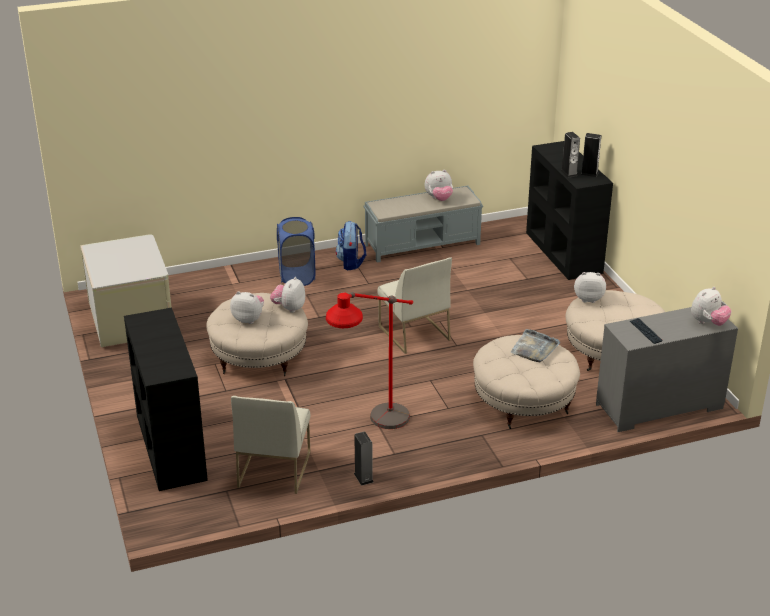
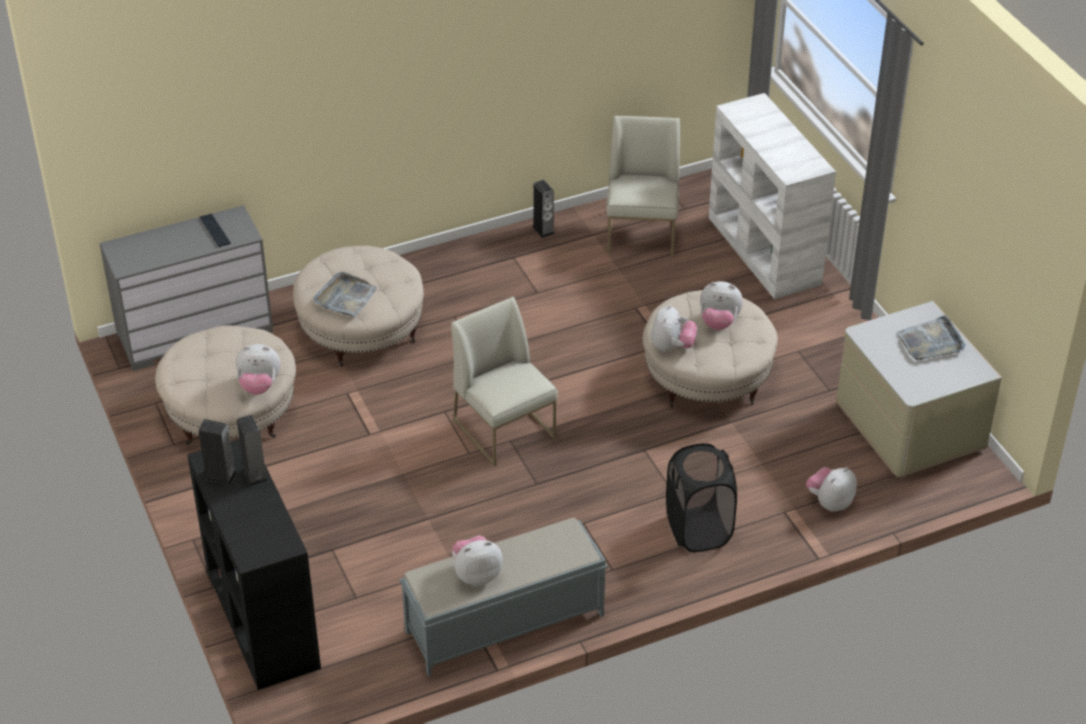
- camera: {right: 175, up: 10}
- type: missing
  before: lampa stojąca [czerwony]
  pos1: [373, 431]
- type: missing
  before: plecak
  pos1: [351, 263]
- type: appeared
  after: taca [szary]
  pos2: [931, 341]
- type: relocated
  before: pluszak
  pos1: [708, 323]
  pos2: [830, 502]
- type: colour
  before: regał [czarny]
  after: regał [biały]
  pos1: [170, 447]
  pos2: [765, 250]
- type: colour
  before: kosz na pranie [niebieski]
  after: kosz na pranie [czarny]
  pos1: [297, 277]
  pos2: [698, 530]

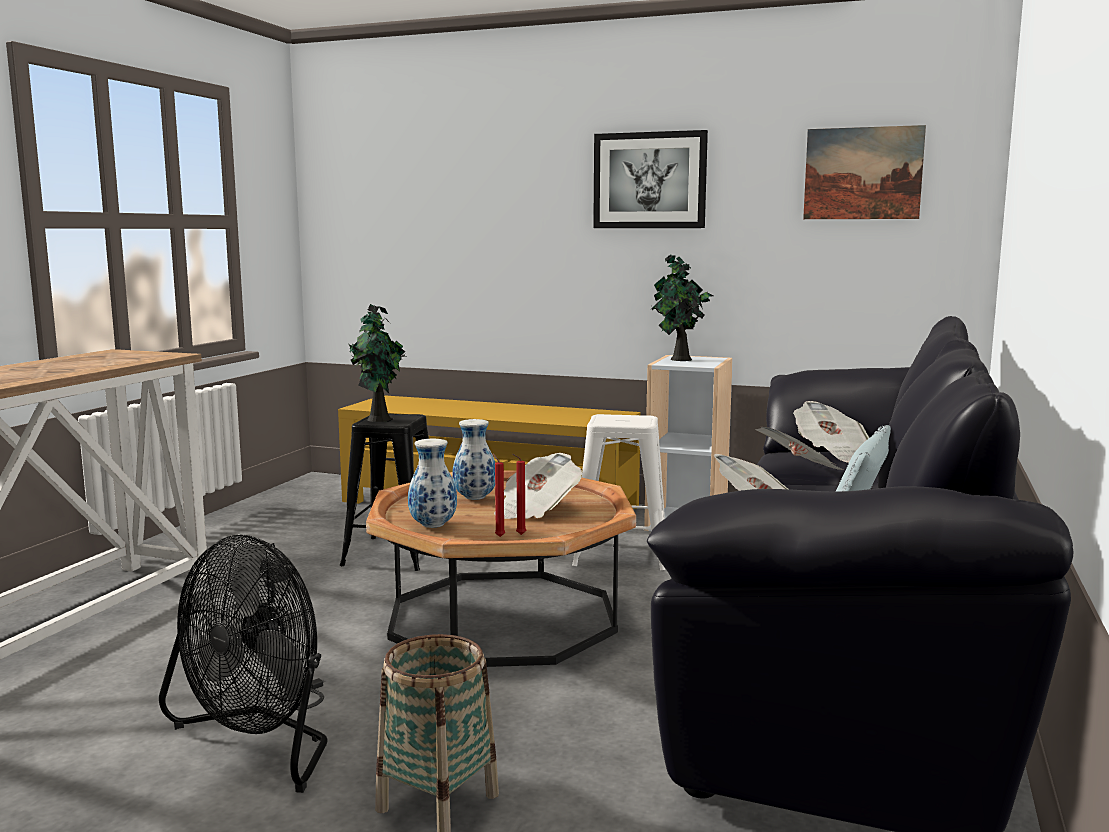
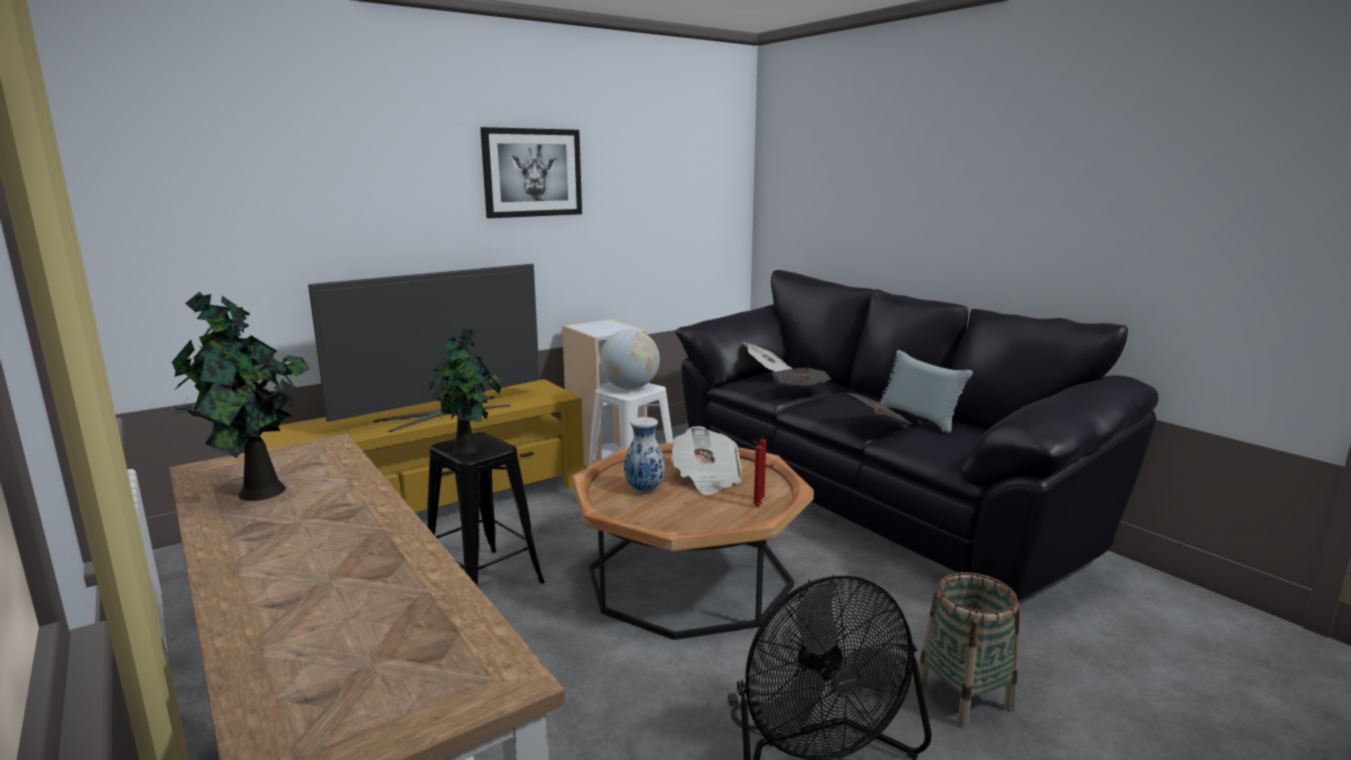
- camera: {right: -55, up: 5}
- type: missing
  before: wazon
  pos1: [434, 526]
- type: missing
  before: obraz
  pos1: [862, 173]
- type: appeared
  after: telewizor
  pos2: [444, 413]
- type: appeared
  after: globus
  pos2: [630, 387]
- type: relocated
  before: roślina doniczkowa
  pos1: [679, 359]
  pos2: [259, 493]

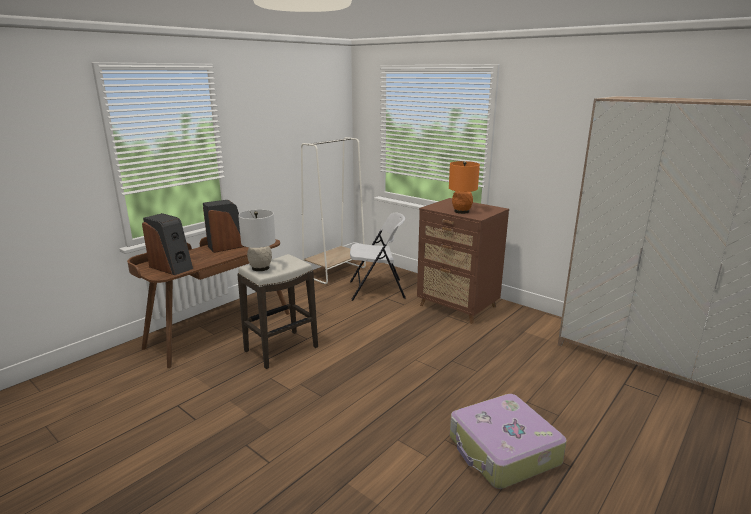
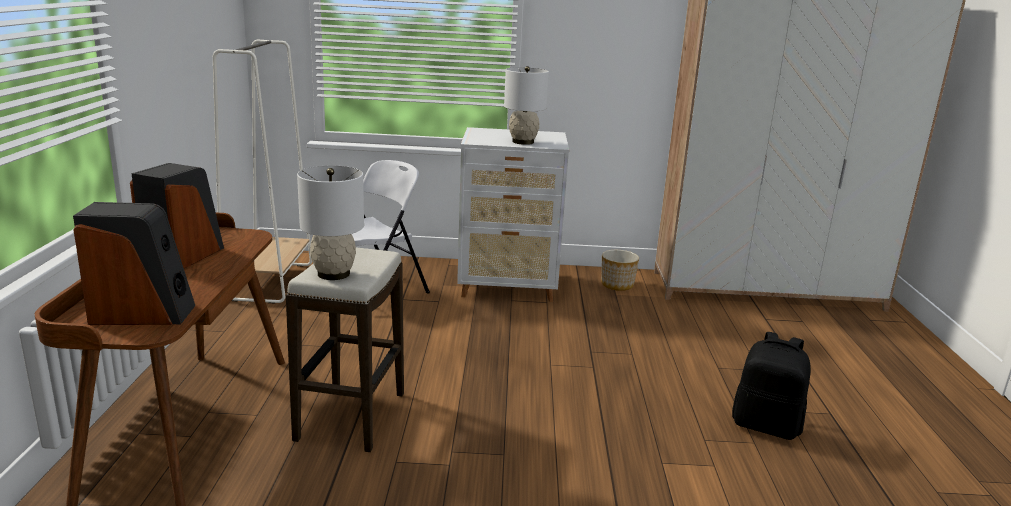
- camera: {right: -40, up: 0}
- type: appeared
  after: donica
  pos2: [617, 284]
- type: exchanged
  before: walizka
  after: plecak [czarny]
  pos1: [503, 451]
  pos2: [766, 426]
- type: colour
  before: komoda [brązowy]
  after: komoda [biały]
  pos1: [458, 306]
  pos2: [508, 285]
- type: colour
  before: lampa stołowa [pomarańczowy]
  after: lampa stołowa [biały]
  pos1: [461, 211]
  pos2: [523, 142]

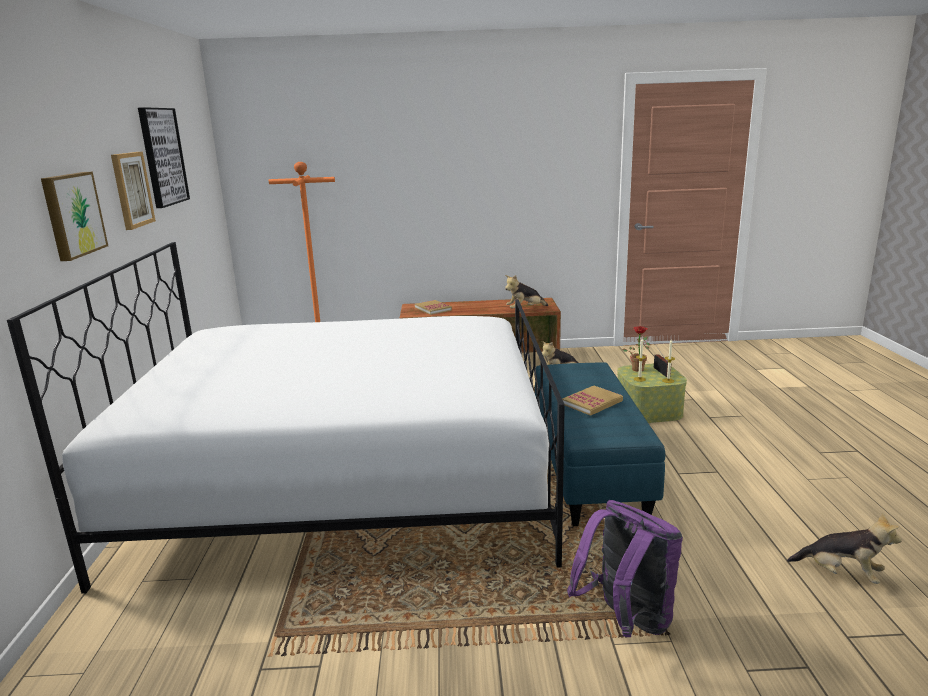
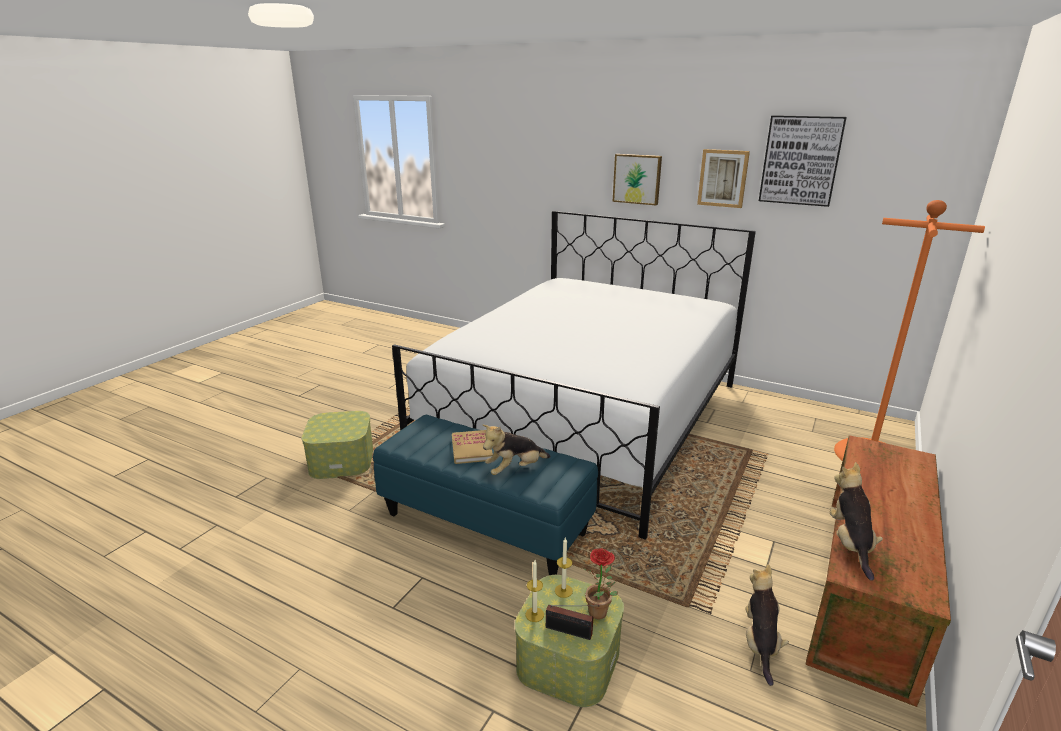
- camera: {right: 120, up: 5}
- type: missing
  before: książka
  pos1: [433, 309]
- type: relocated
  before: pluszak
  pos1: [841, 574]
  pos2: [515, 469]
- type: exchanged
  before: plecak [fioletowy]
  after: pojemnik do przechowywania
  pos1: [626, 621]
  pos2: [342, 460]

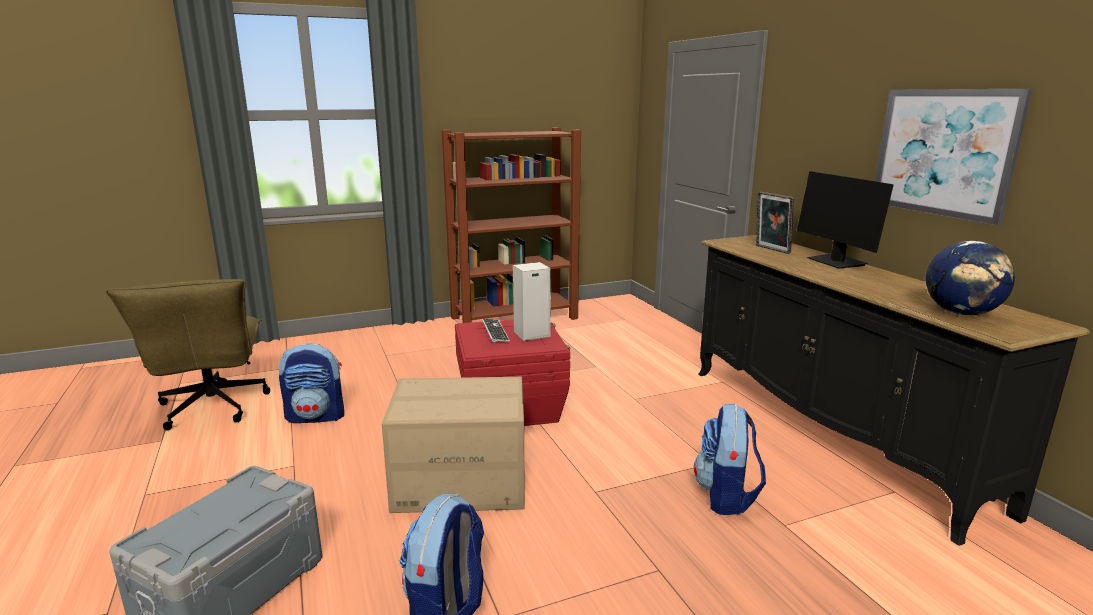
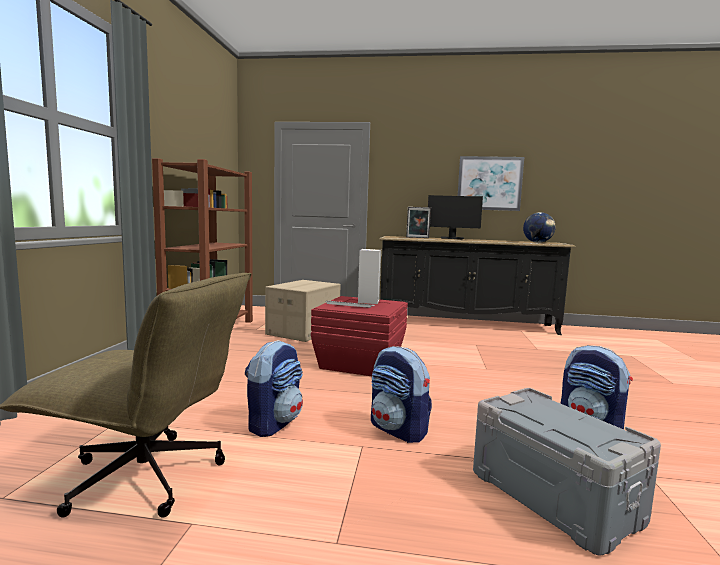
- camera: {right: -60, up: -10}
- type: relocated
  before: karton
  pos1: [461, 482]
  pos2: [303, 331]
- type: relocated
  before: plecak
  pos1: [726, 496]
  pos2: [398, 430]

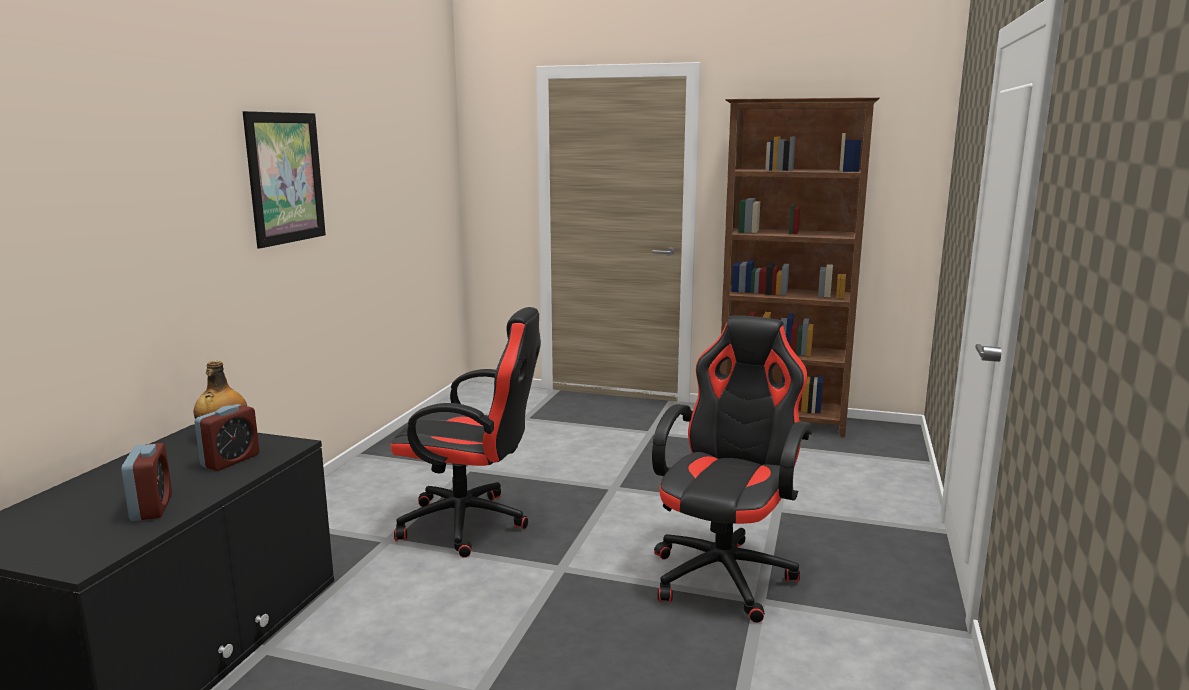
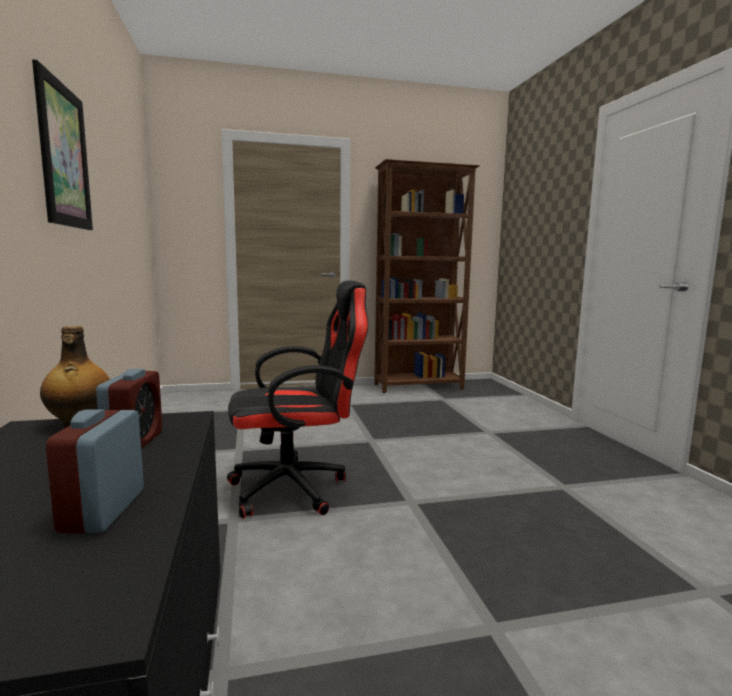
- camera: {right: -30, up: -5}
- type: missing
  before: krzesło biurowe [czarny]
  pos1: [726, 573]
- type: spun
  before: budzik
  pos1: [152, 508]
  pos2: [103, 510]
  turn: -135

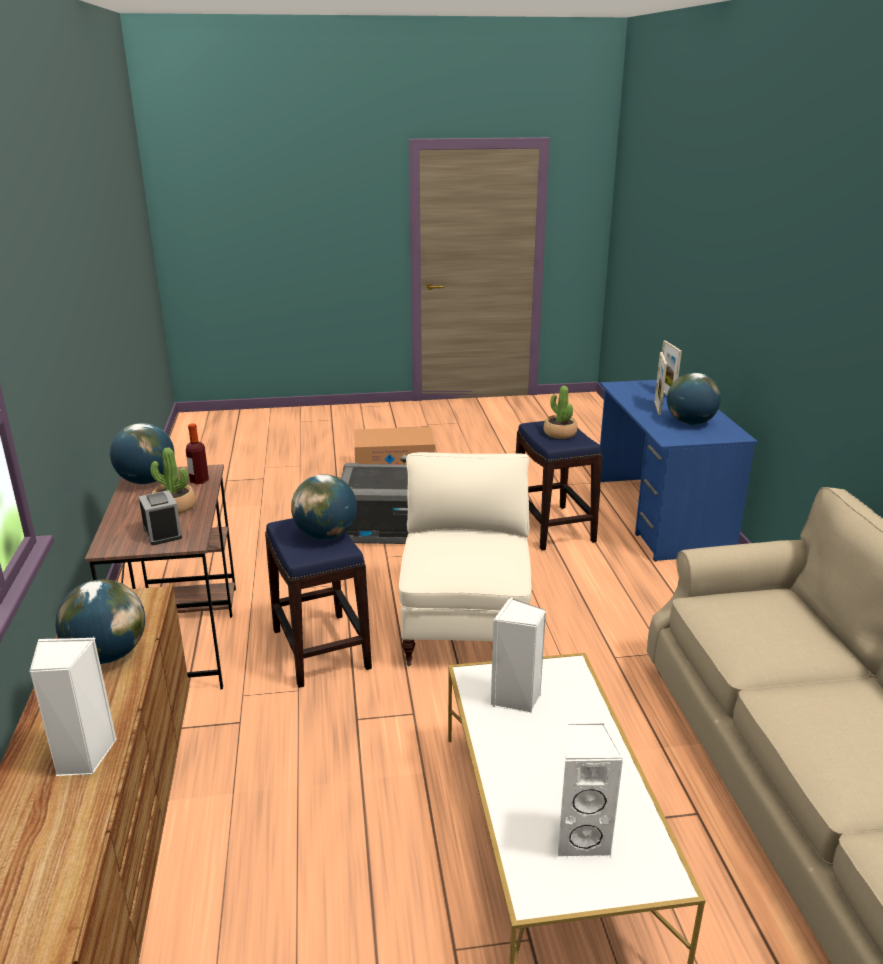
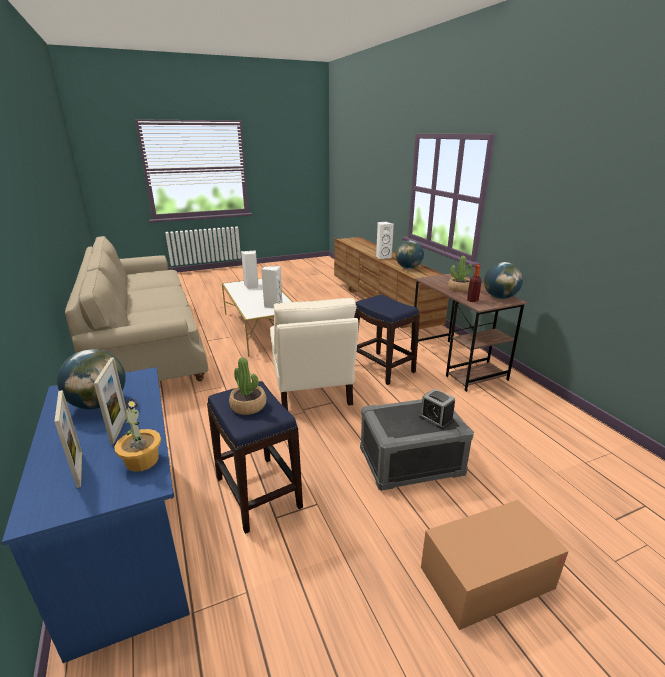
- camera: {right: 165, up: 0}
- type: missing
  before: globus
  pos1: [326, 535]
- type: appeared
  after: roślina doniczkowa
  pos2: [142, 460]
- type: relocated
  before: budzik
  pos1: [162, 533]
  pos2: [436, 418]

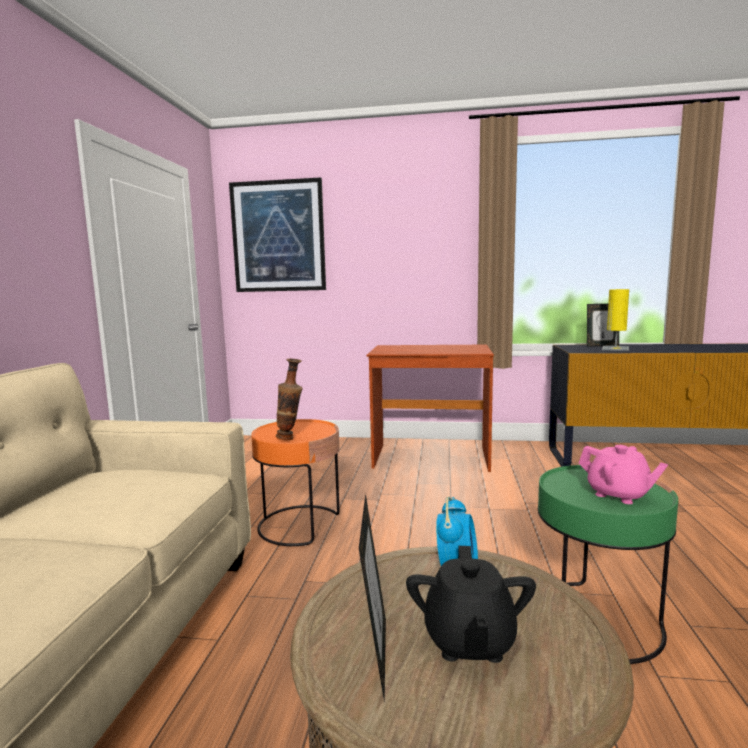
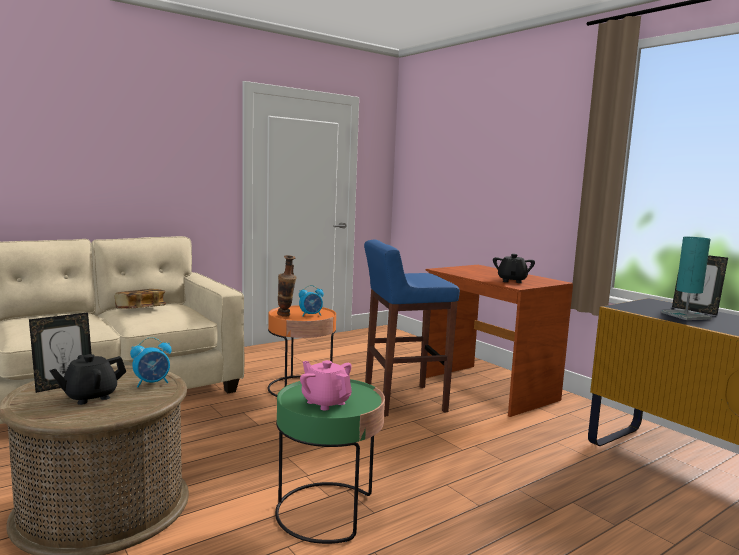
- camera: {right: 45, up: 0}
- type: missing
  before: obraz
  pos1: [278, 236]
- type: appeared
  after: książka
  pos2: [140, 309]
- type: appeared
  after: budzik
  pos2: [311, 315]
- type: appeared
  after: stołek [niebieski]
  pos2: [402, 400]
- type: appeared
  after: imbryk [czarny]
  pos2: [512, 281]
- type: colour
  before: lampa stołowa [żółty]
  after: lampa stołowa [turkusowy]
  pos1: [615, 349]
  pos2: [686, 316]
- type: spun
  before: imbryk [różowy]
  pos1: [618, 494]
  pos2: [325, 402]
  turn: 135

